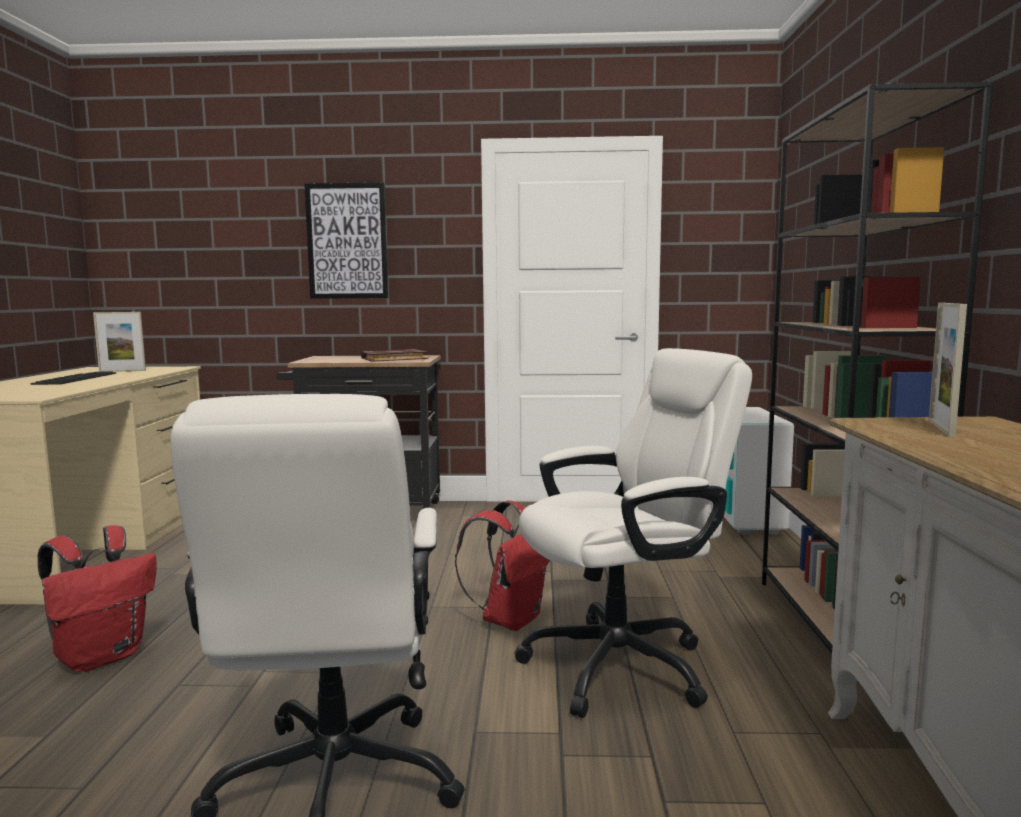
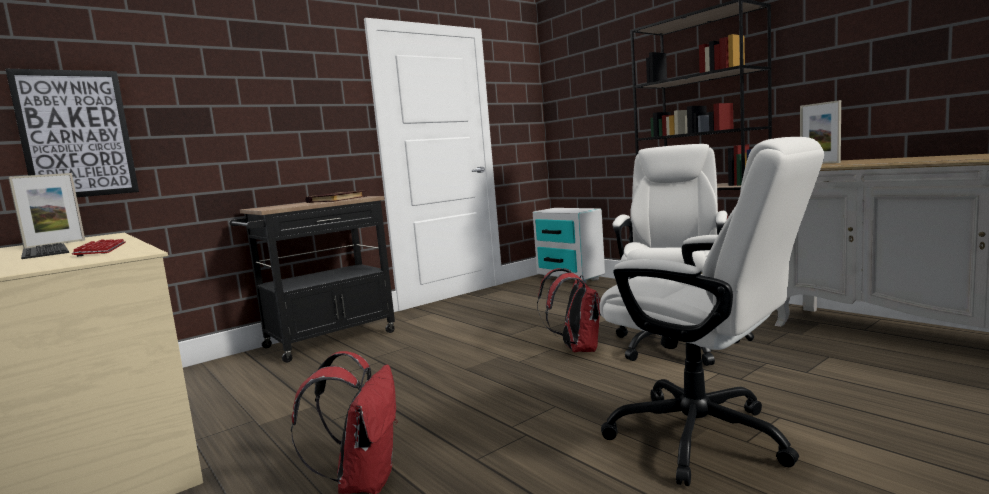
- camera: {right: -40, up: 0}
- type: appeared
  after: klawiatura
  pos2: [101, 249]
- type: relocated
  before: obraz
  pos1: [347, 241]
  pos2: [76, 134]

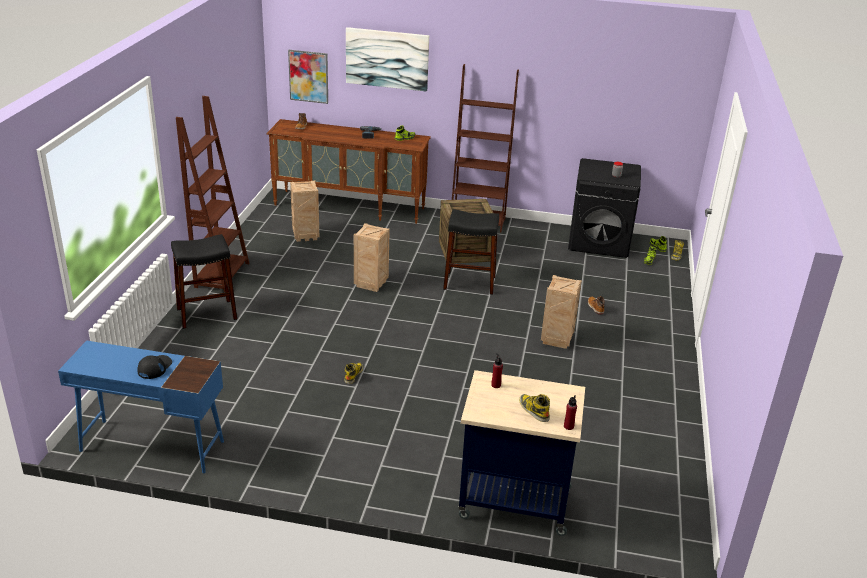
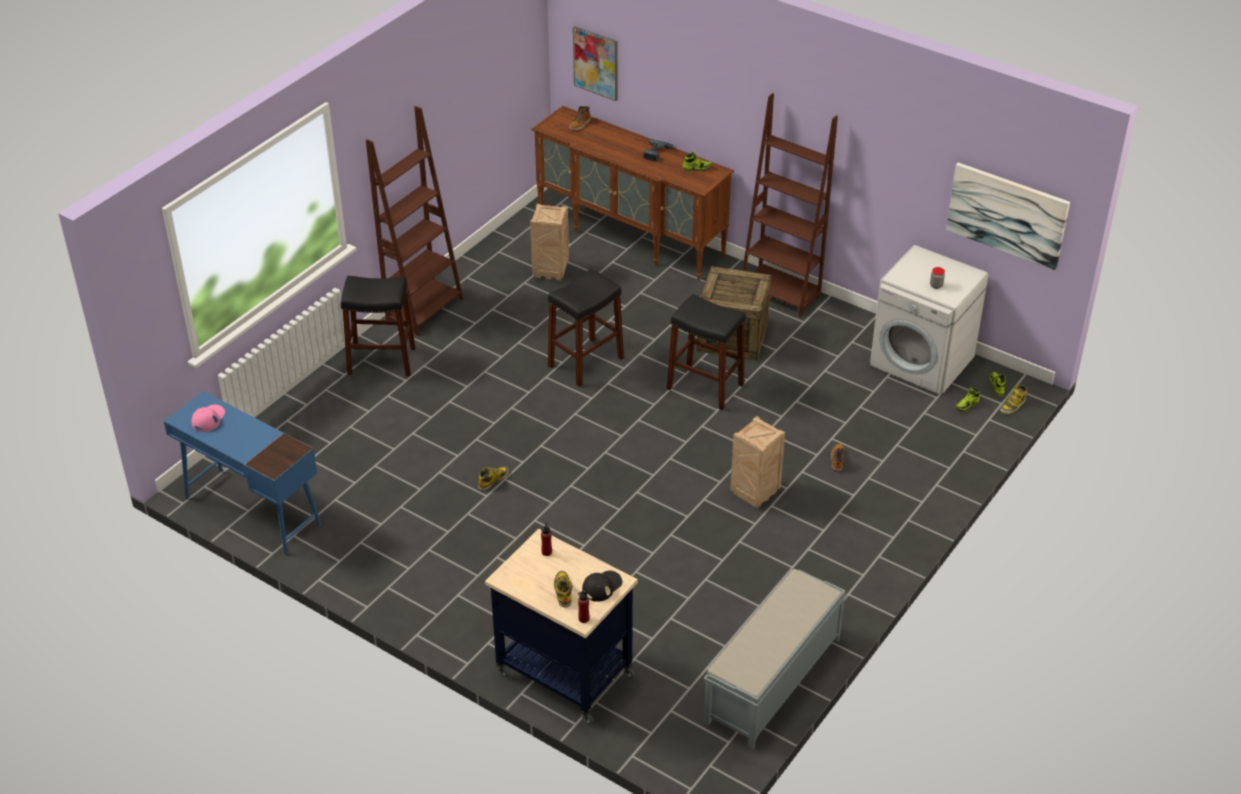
- camera: {right: 25, up: 10}
- type: appeared
  after: czapka z daszkiem [różowy]
  pos2: [208, 419]
- type: appeared
  after: ławka [szary]
  pos2: [772, 681]
- type: relocated
  before: czapka z daszkiem [czarny]
  pos1: [154, 368]
  pos2: [602, 586]
- type: relocated
  before: obraz
  pos1: [387, 59]
  pos2: [1007, 215]
- type: exchanged
  before: skrzynka
  after: stołek [czarny]
  pos1: [371, 284]
  pos2: [585, 362]
- type: colour
  before: pralka [czarny]
  after: pralka [biały]
  pos1: [599, 242]
  pos2: [921, 362]

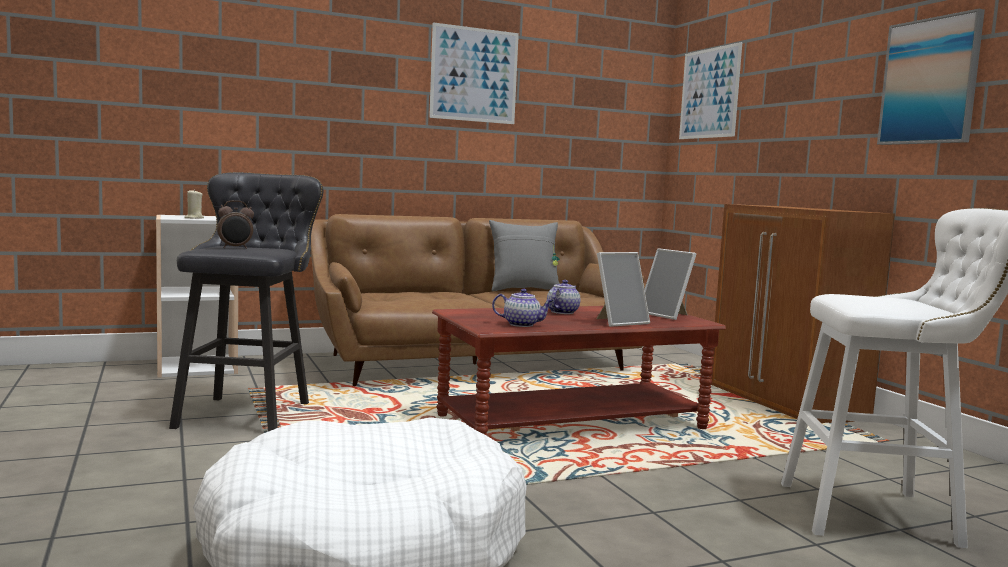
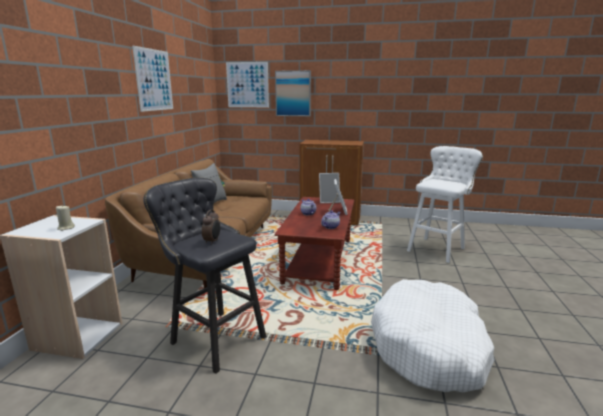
- camera: {right: -55, up: 10}
- type: relocated
  before: obraz
  pos1: [930, 81]
  pos2: [293, 93]

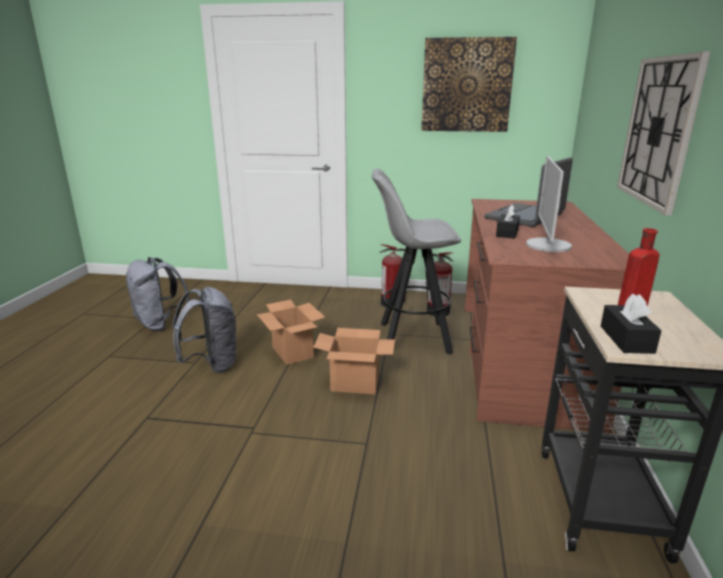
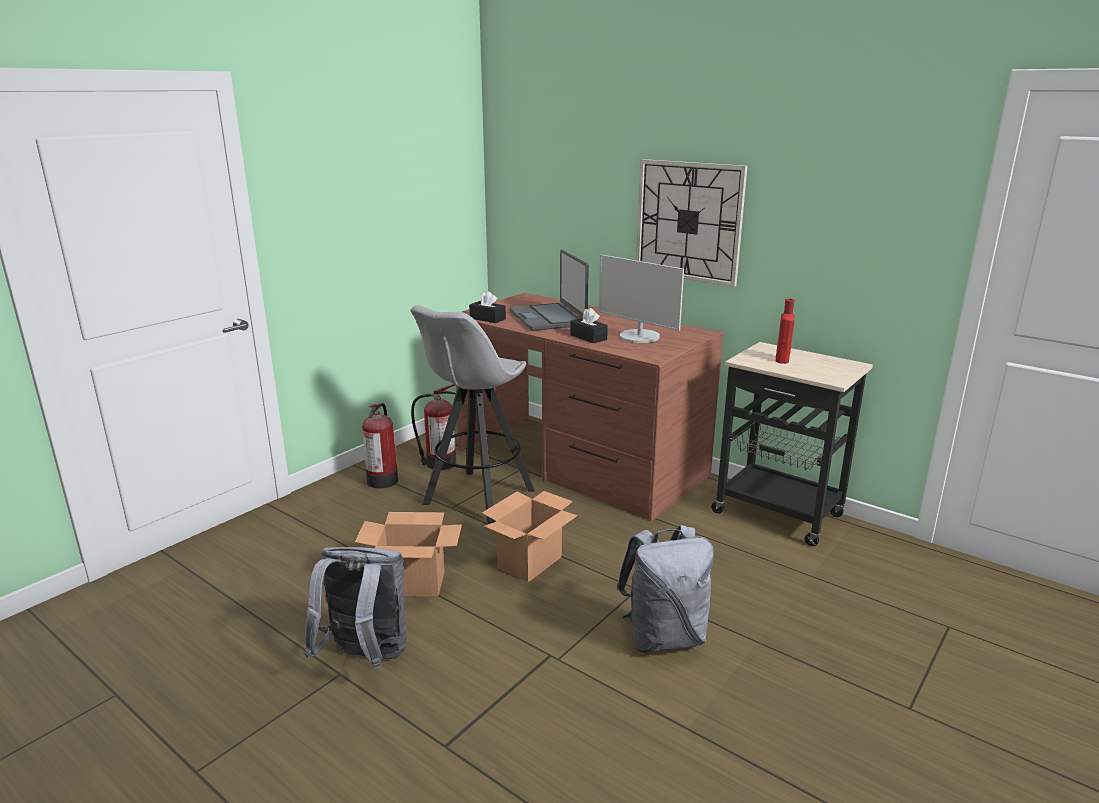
- camera: {right: -60, up: 0}
- type: missing
  before: obraz
  pos1: [466, 85]
- type: relocated
  before: plecak [szary]
  pos1: [160, 324]
  pos2: [664, 637]
- type: relocated
  before: pudełko chusteczek [czarny]
  pos1: [626, 339]
  pos2: [487, 318]

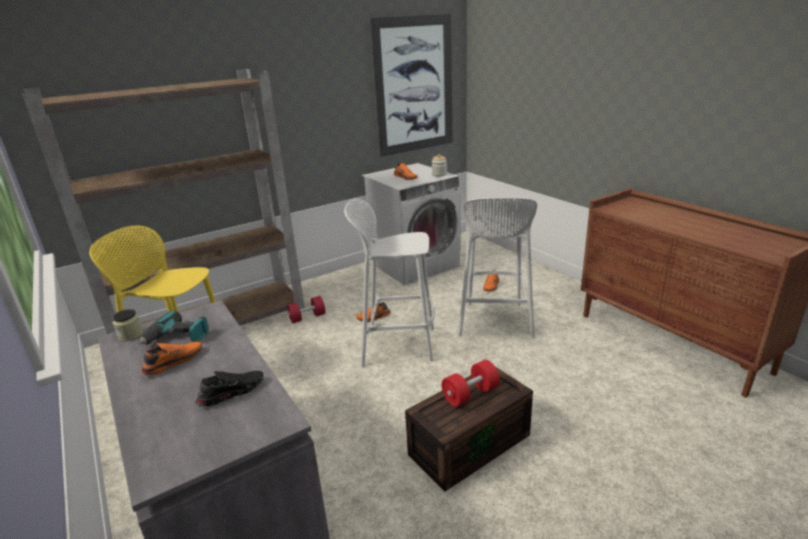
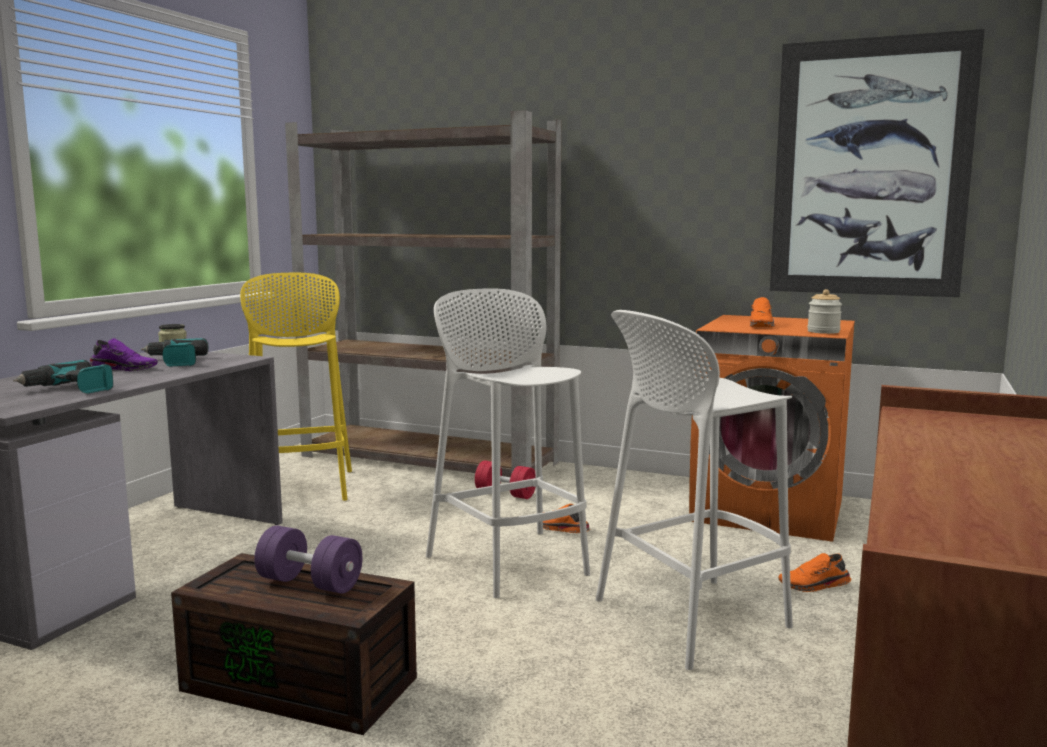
- camera: {right: 55, up: -15}
- type: exchanged
  before: but [czarny]
  after: wiertarka
  pos1: [231, 392]
  pos2: [70, 389]
- type: colour
  before: but [pomarańczowy]
  after: but [fioletowy]
  pos1: [173, 362]
  pos2: [125, 369]
- type: colour
  before: pralka [biały]
  after: pralka [pomarańczowy]
  pos1: [415, 264]
  pos2: [770, 510]
- type: colour
  before: hantel [czerwony]
  after: hantel [fioletowy]
  pos1: [470, 394]
  pos2: [310, 583]

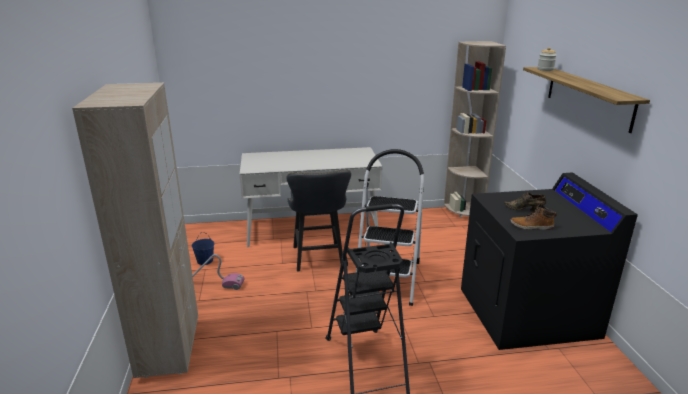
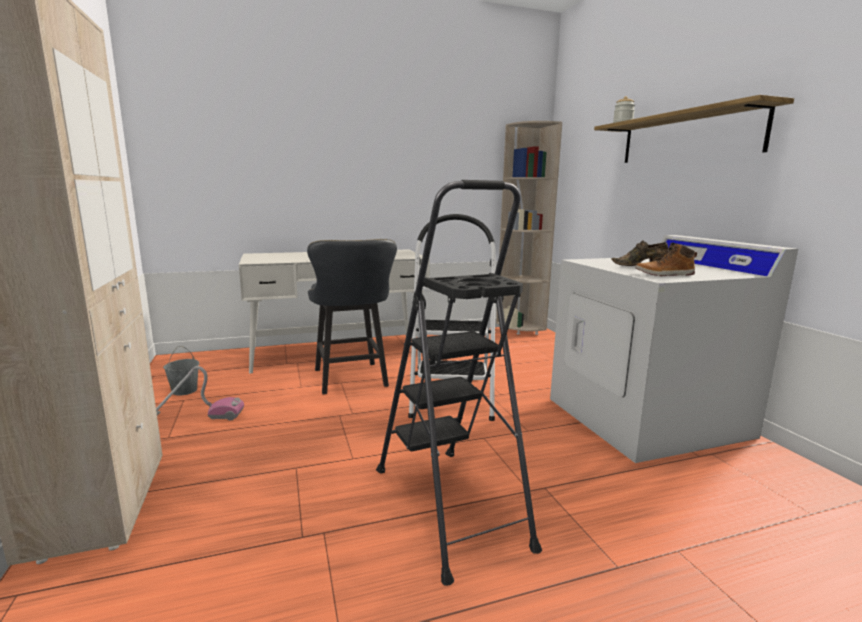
- camera: {right: -10, up: -10}
- type: colour
  before: wiadro [niebieski]
  after: wiadro [szary]
  pos1: [204, 261]
  pos2: [184, 391]
- type: colour
  before: pralka [czarny]
  after: pralka [biały]
  pos1: [527, 312]
  pos2: [646, 417]

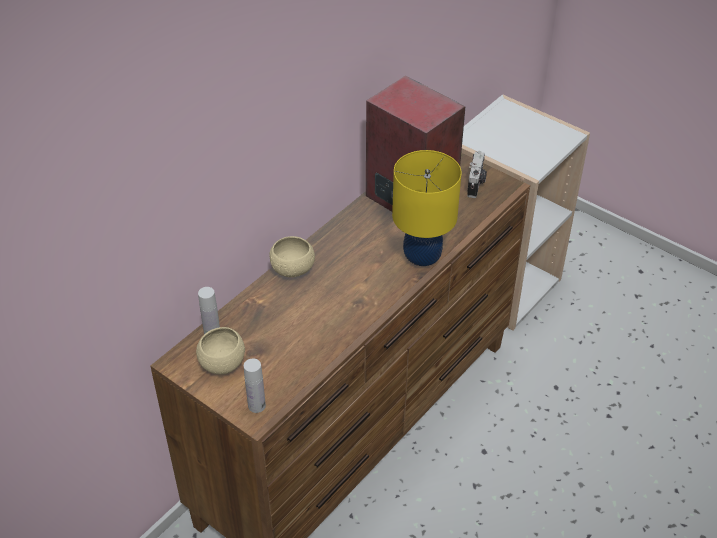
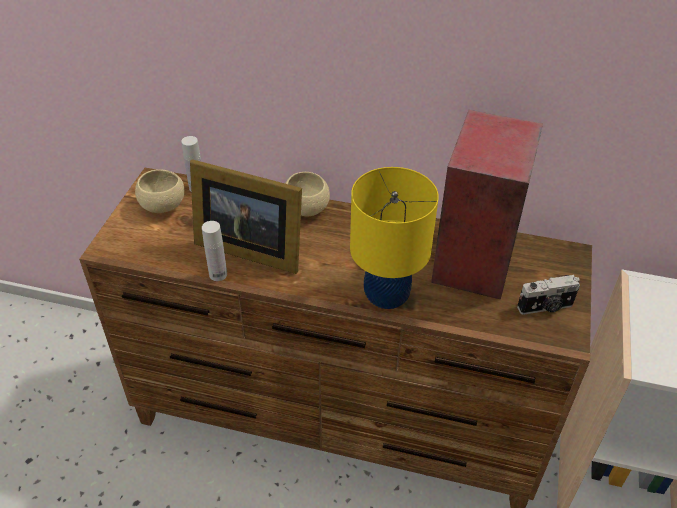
- camera: {right: 65, up: 0}
- type: appeared
  after: ramka na zdjęcie
  pos2: [248, 247]
- type: relocated
  before: butelka [biały]
  pos1: [256, 405]
  pos2: [218, 274]

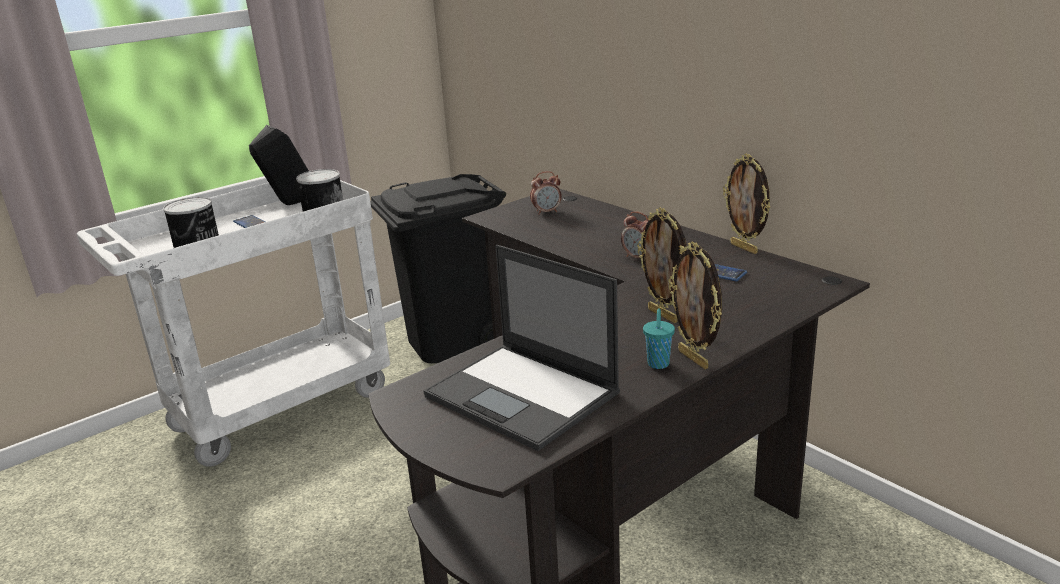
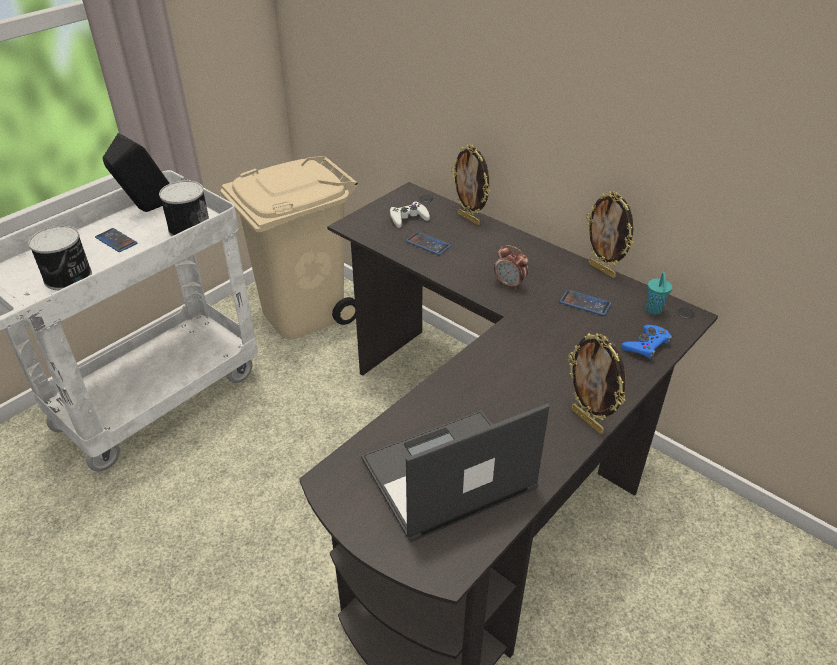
- camera: {right: -10, up: 15}
- type: appeared
  after: telefon
  pos2: [428, 244]
- type: appeared
  after: pad do gier [niebieski]
  pos2: [646, 346]
- type: relocated
  before: ramka na zdjęcie
  pos1: [663, 315]
  pos2: [469, 219]
- type: relocated
  before: filiżanka [turkusowy]
  pos1: [658, 364]
  pos2: [653, 310]
- type: exchanged
  before: budzik
  after: pad do gier [biały]
  pos1: [546, 212]
  pos2: [408, 218]
- type: colour
  before: kosz na śmieci [czarny]
  after: kosz na śmieci [beżowy]
  pos1: [449, 341]
  pos2: [302, 312]
- type: spun
  before: laptop
  pos1: [523, 395]
  pos2: [446, 475]
  turn: 120

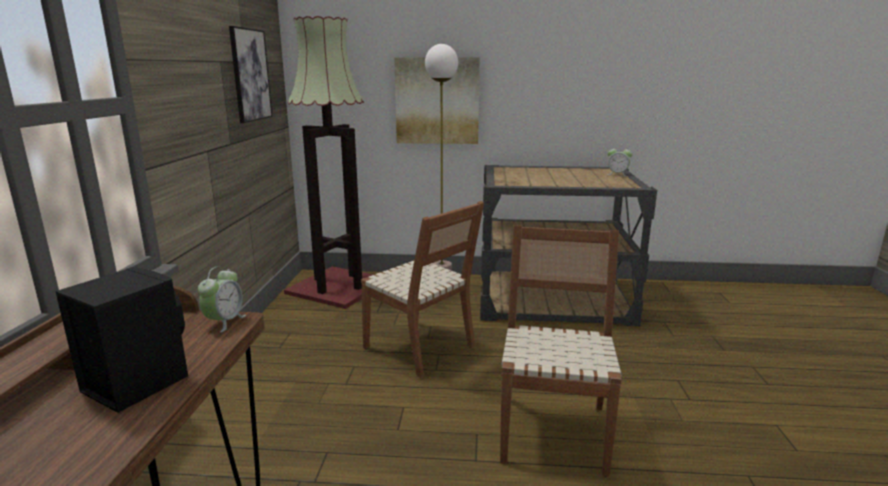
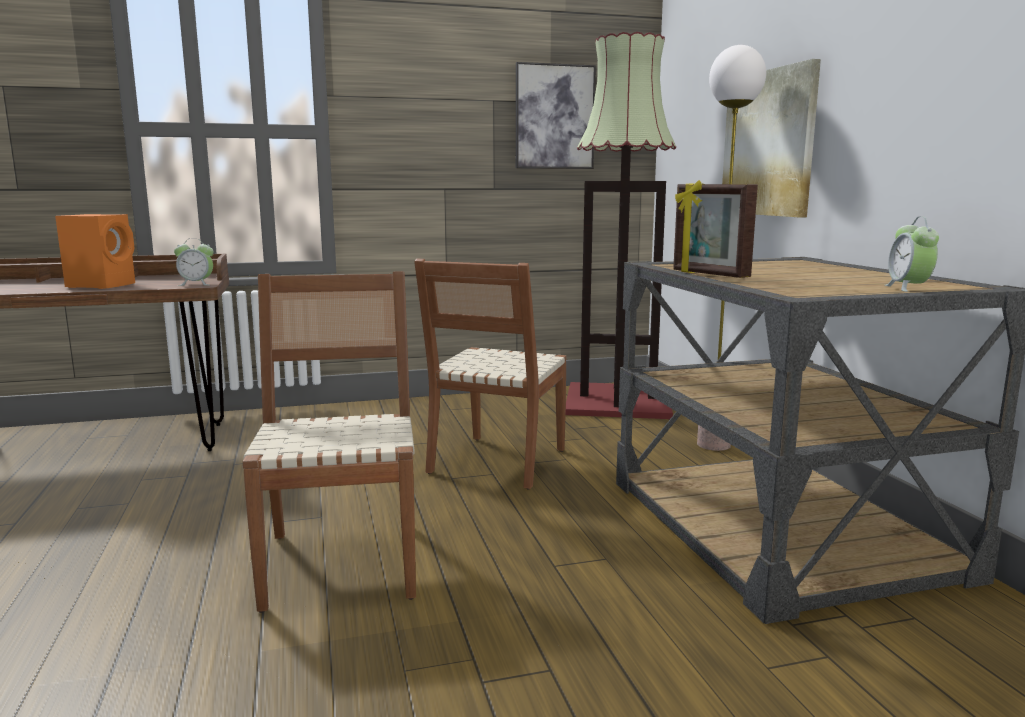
- camera: {right: 70, up: -5}
- type: appeared
  after: ramka na zdjęcie
  pos2: [709, 274]
- type: colour
  before: głośnik [czarny]
  after: głośnik [pomarańczowy]
  pos1: [135, 383]
  pos2: [103, 285]
- type: spun
  before: krzesło
  pos1: [553, 429]
  pos2: [343, 560]
  turn: -90

